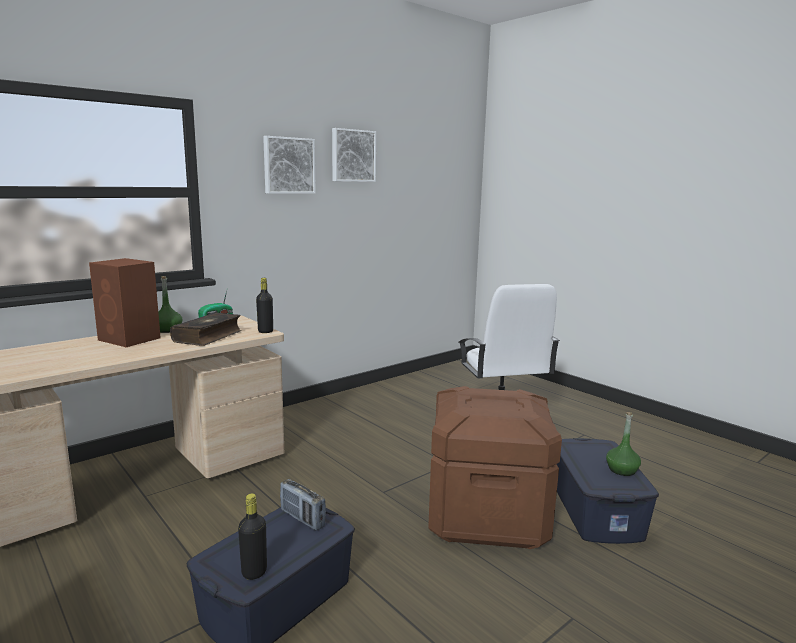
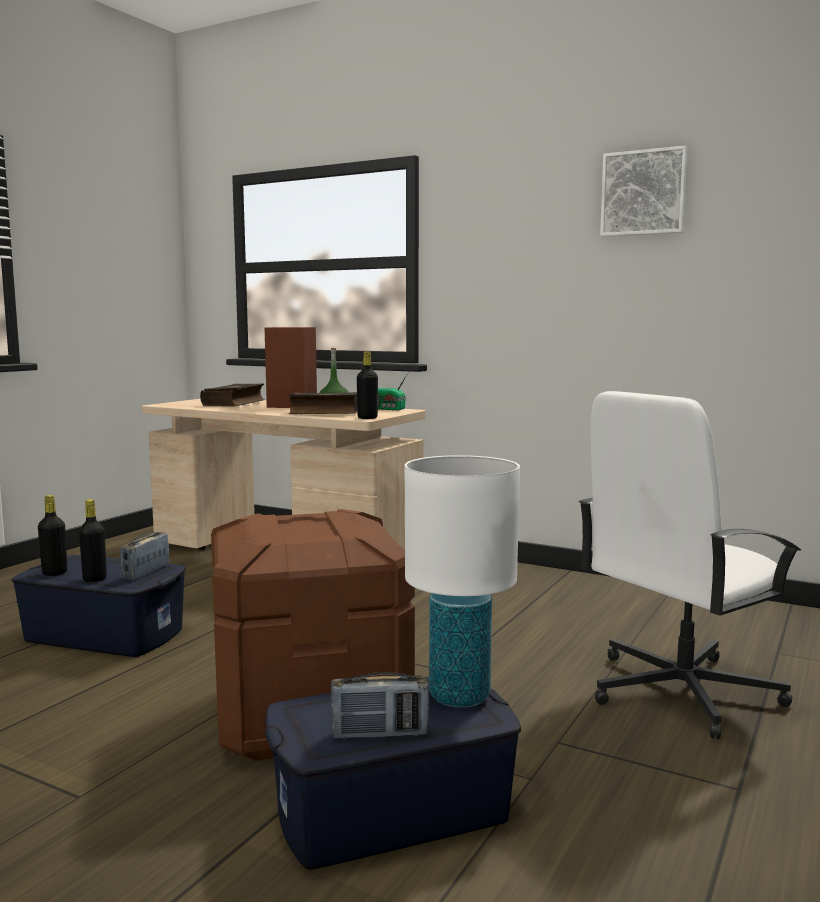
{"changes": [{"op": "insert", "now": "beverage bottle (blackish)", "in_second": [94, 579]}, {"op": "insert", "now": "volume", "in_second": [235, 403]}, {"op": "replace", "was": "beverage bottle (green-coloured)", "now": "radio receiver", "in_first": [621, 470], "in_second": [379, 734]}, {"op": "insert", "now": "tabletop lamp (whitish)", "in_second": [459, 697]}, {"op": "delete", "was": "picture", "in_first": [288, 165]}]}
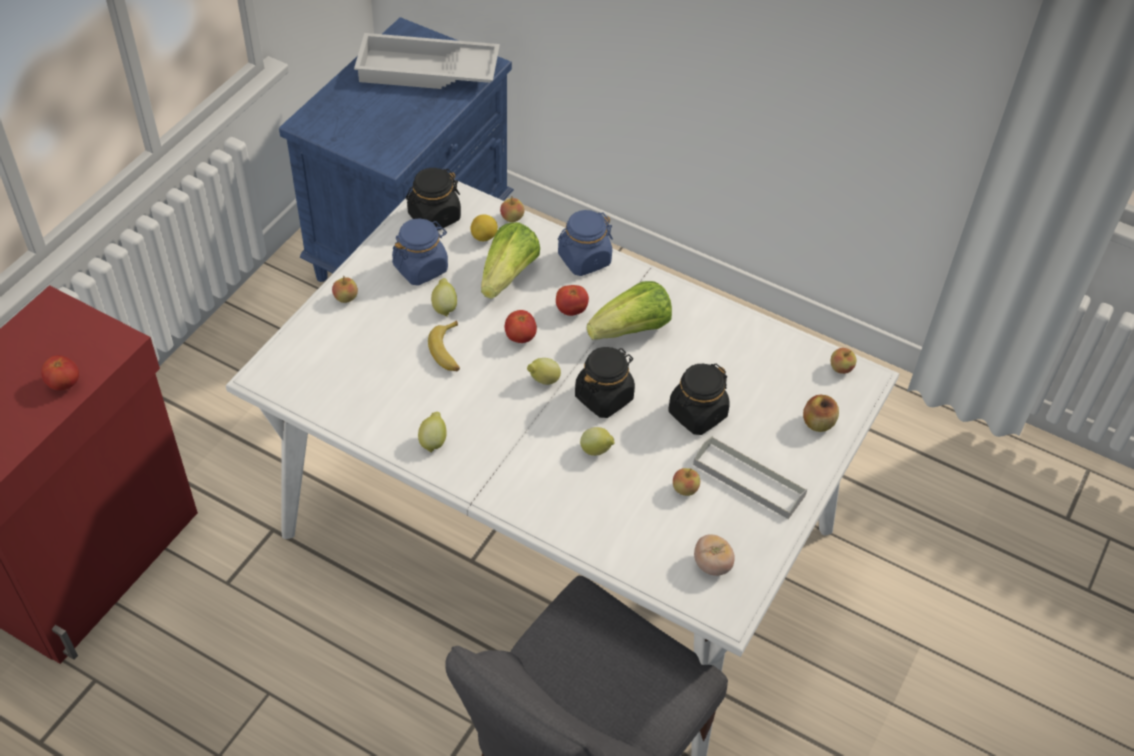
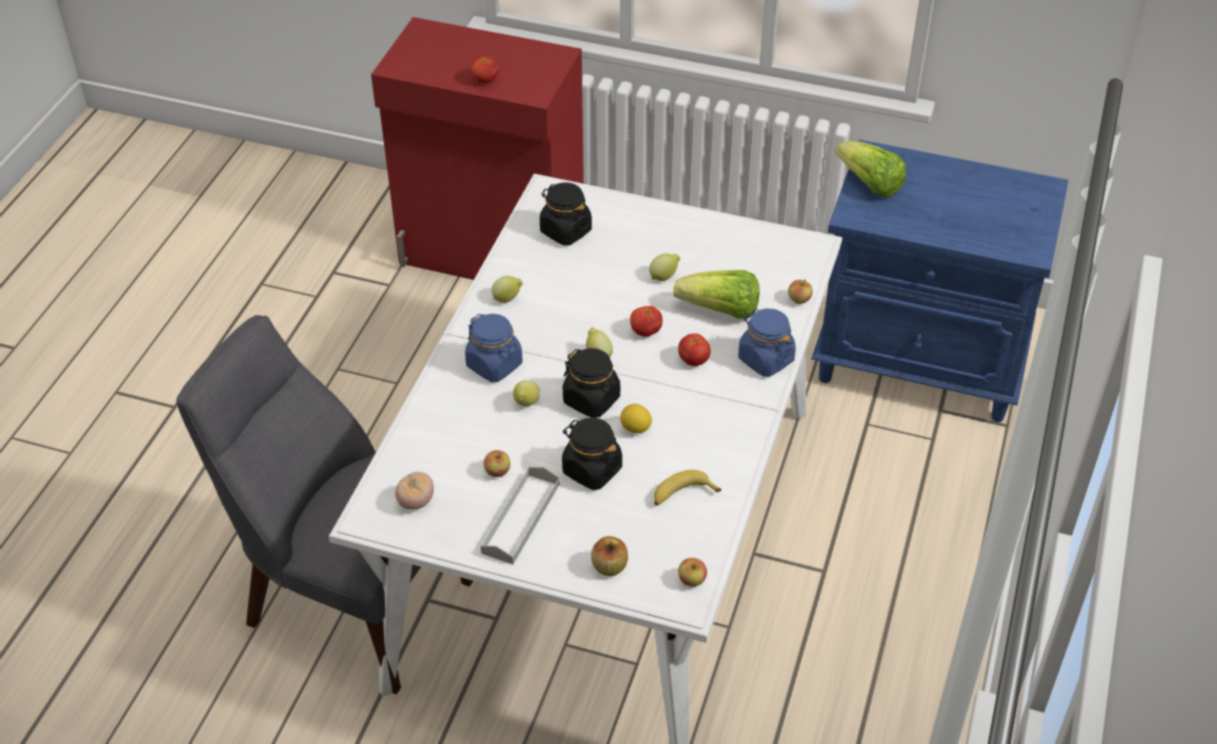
{"changes": [{"op": "move", "was": "jar (blue-coloured)", "in_first": [421, 268], "in_second": [494, 365]}, {"op": "move", "was": "jar (blackish)", "in_first": [434, 217], "in_second": [565, 231]}, {"op": "move", "was": "whole lemon", "in_first": [484, 237], "in_second": [635, 428]}, {"op": "move", "was": "whole banana", "in_first": [448, 352], "in_second": [682, 495]}, {"op": "move", "was": "lettuce head", "in_first": [632, 330], "in_second": [869, 184]}, {"op": "delete", "was": "whole apple", "in_first": [345, 298]}, {"op": "delete", "was": "tray (whitish)", "in_first": [426, 72]}]}
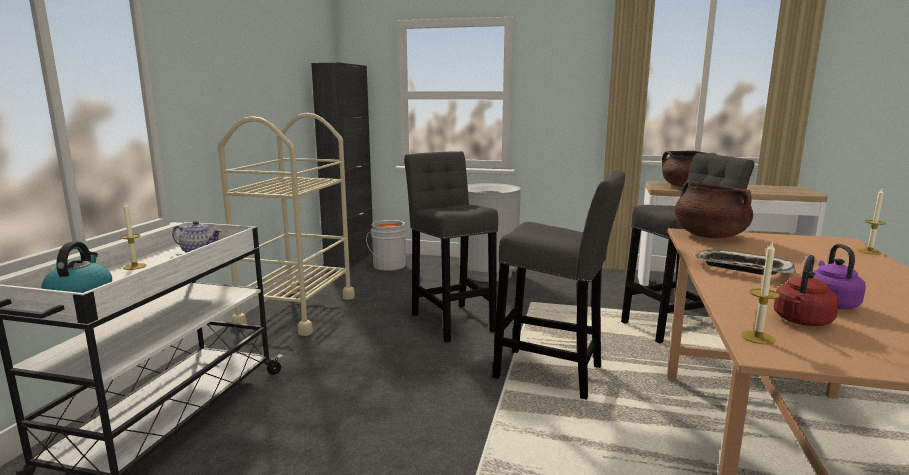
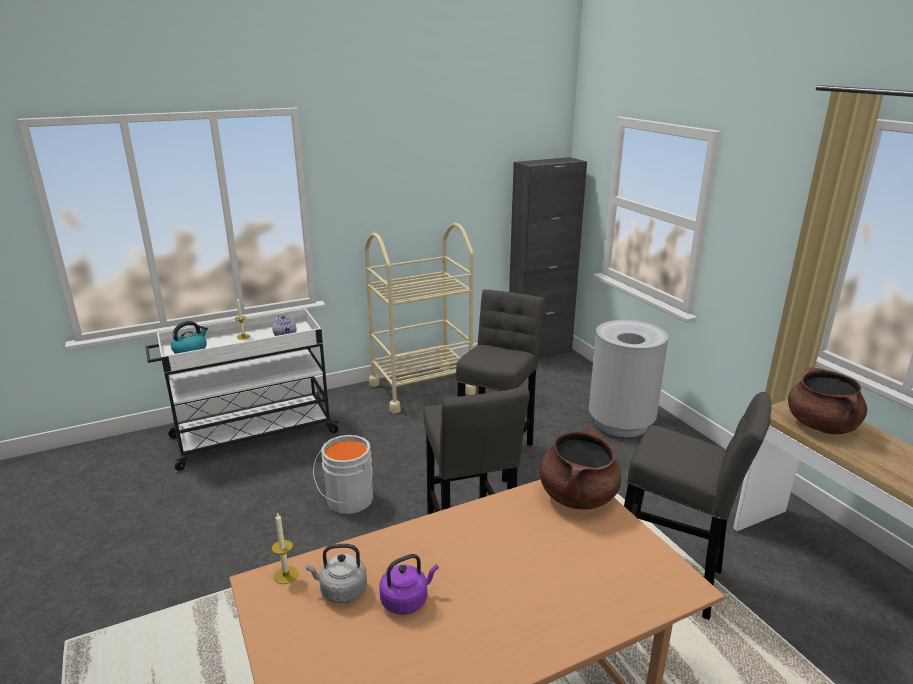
{"changes": [{"op": "recolor", "was": "kettle (reddish)", "now": "kettle (gray)", "in_first": [801, 321], "in_second": [341, 591]}, {"op": "move", "was": "bucket (gray)", "in_first": [390, 266], "in_second": [348, 501]}, {"op": "delete", "was": "tray", "in_first": [741, 268]}, {"op": "delete", "was": "wax candle", "in_first": [869, 251]}]}
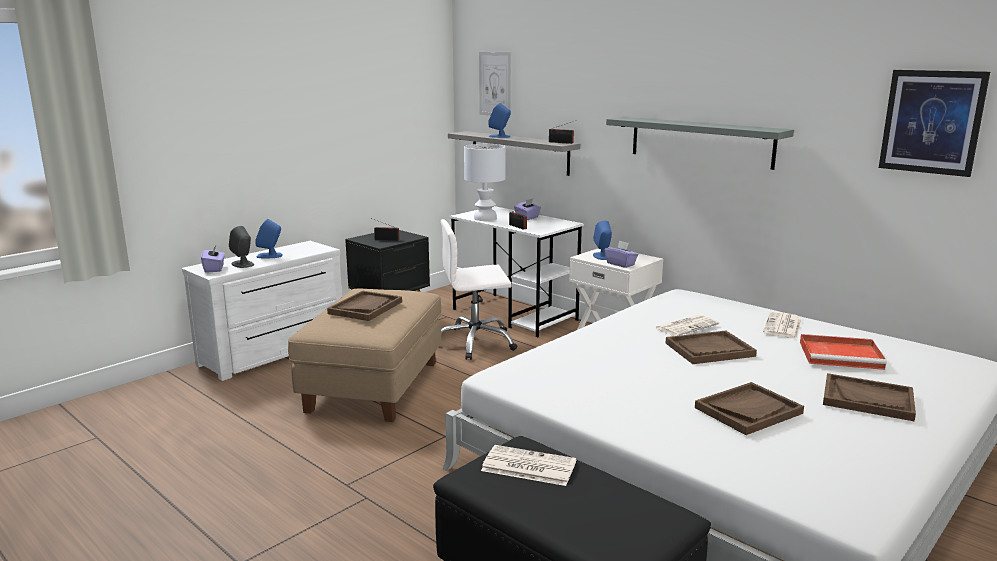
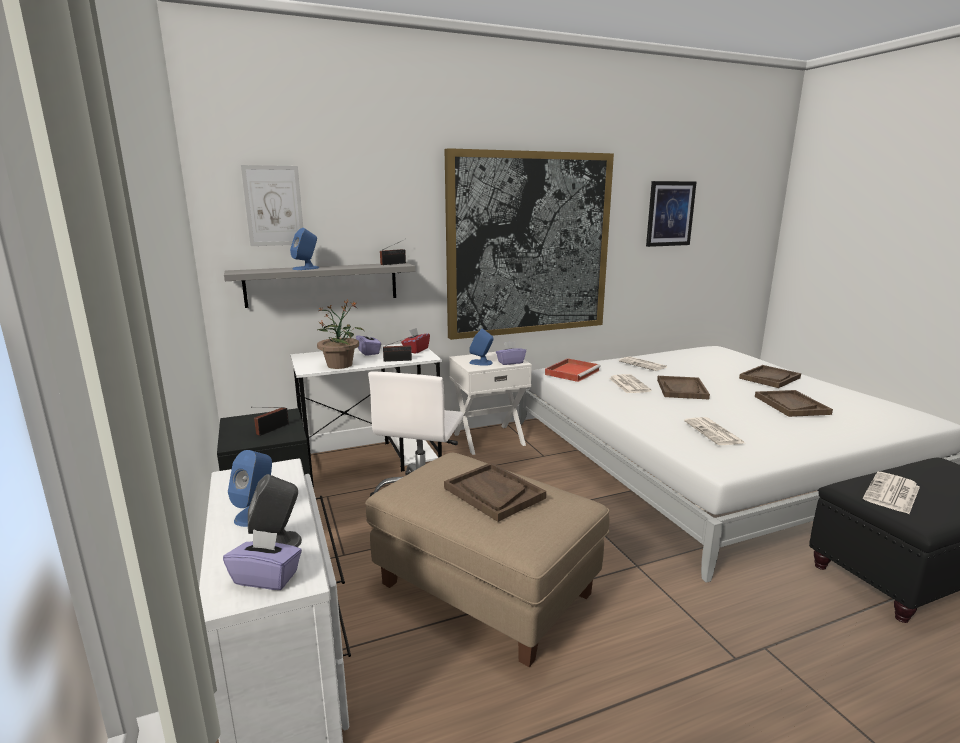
{"changes": [{"op": "replace", "was": "tabletop lamp (whitish)", "now": "potted plant", "in_first": [485, 218], "in_second": [340, 365]}, {"op": "insert", "now": "tissue holder (reddish)", "in_second": [416, 350]}, {"op": "replace", "was": "bracket shelf (gray)", "now": "picture", "in_first": [700, 142], "in_second": [528, 245]}, {"op": "move", "was": "tray (reddish)", "in_first": [842, 355], "in_second": [572, 372]}, {"op": "insert", "now": "newspaper", "in_second": [714, 432]}]}
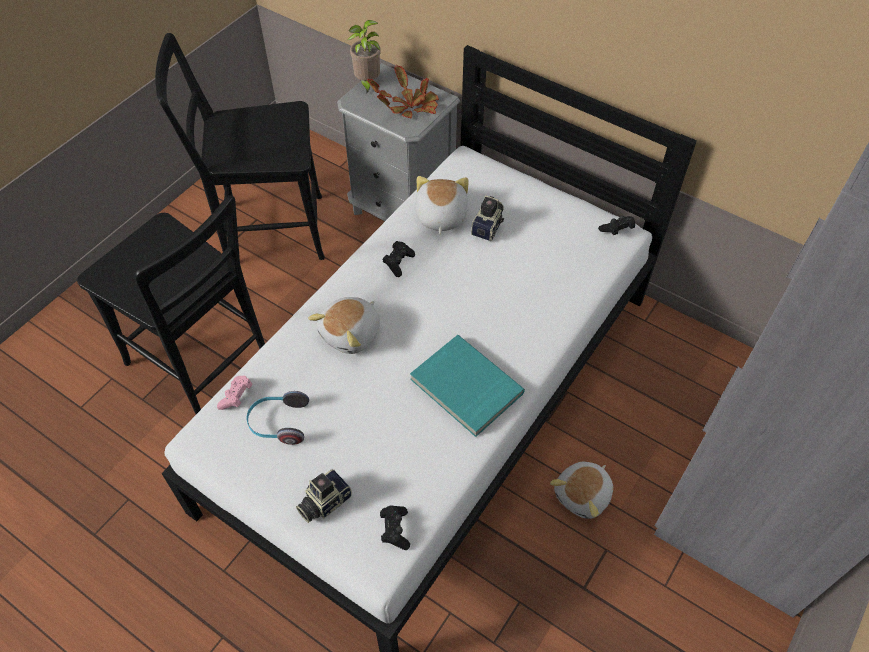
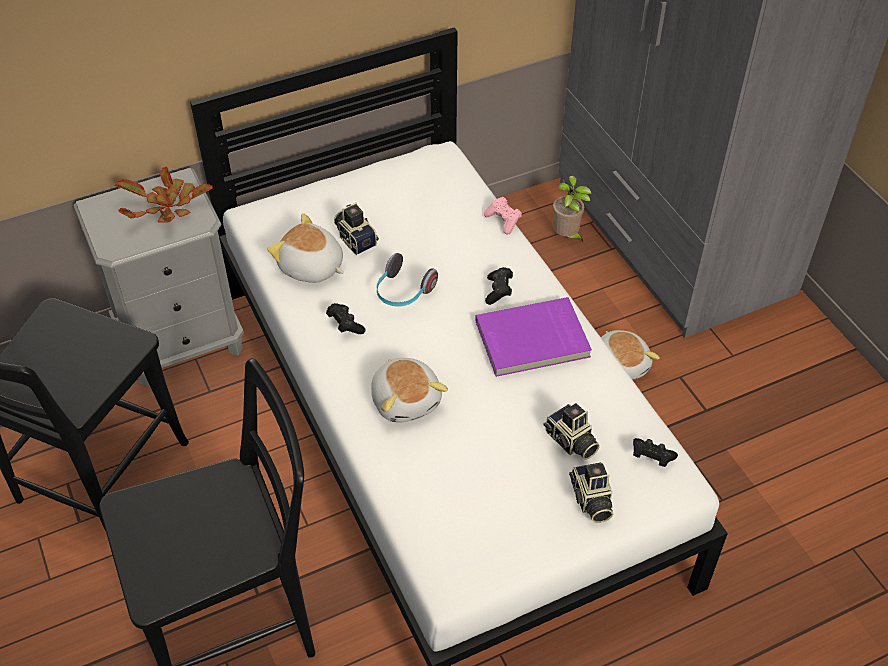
{"changes": [{"op": "move", "was": "headphones", "in_first": [278, 423], "in_second": [403, 292]}, {"op": "recolor", "was": "volume (blue-green)", "now": "volume (purple)", "in_first": [465, 387], "in_second": [532, 341]}, {"op": "move", "was": "joypad (pink-coloured)", "in_first": [236, 397], "in_second": [503, 221]}, {"op": "move", "was": "joypad (blackish)", "in_first": [616, 230], "in_second": [498, 291]}, {"op": "insert", "now": "still camera", "in_second": [571, 442]}, {"op": "move", "was": "potted plant", "in_first": [367, 83], "in_second": [567, 236]}]}
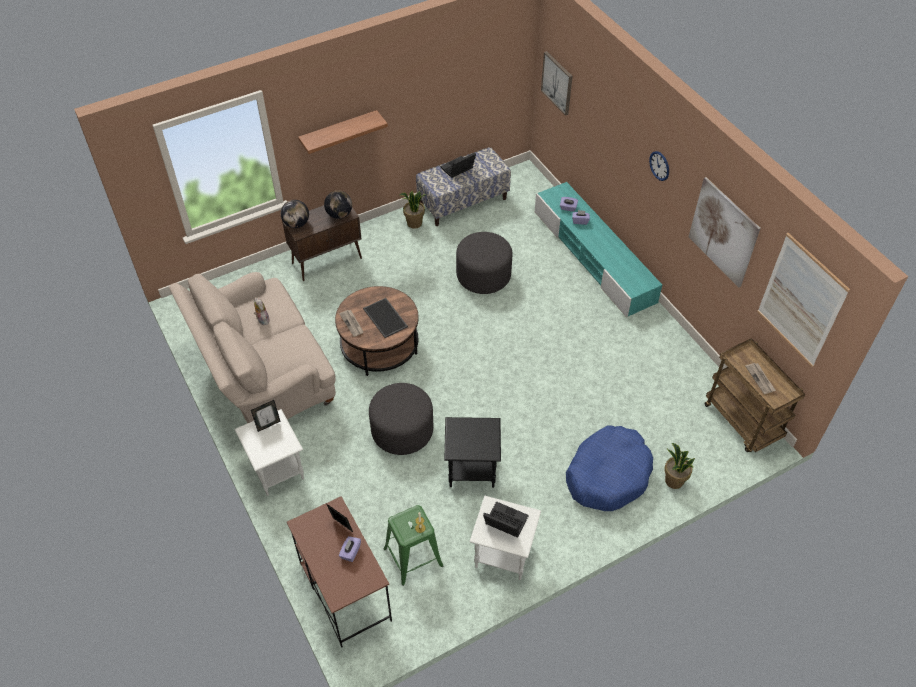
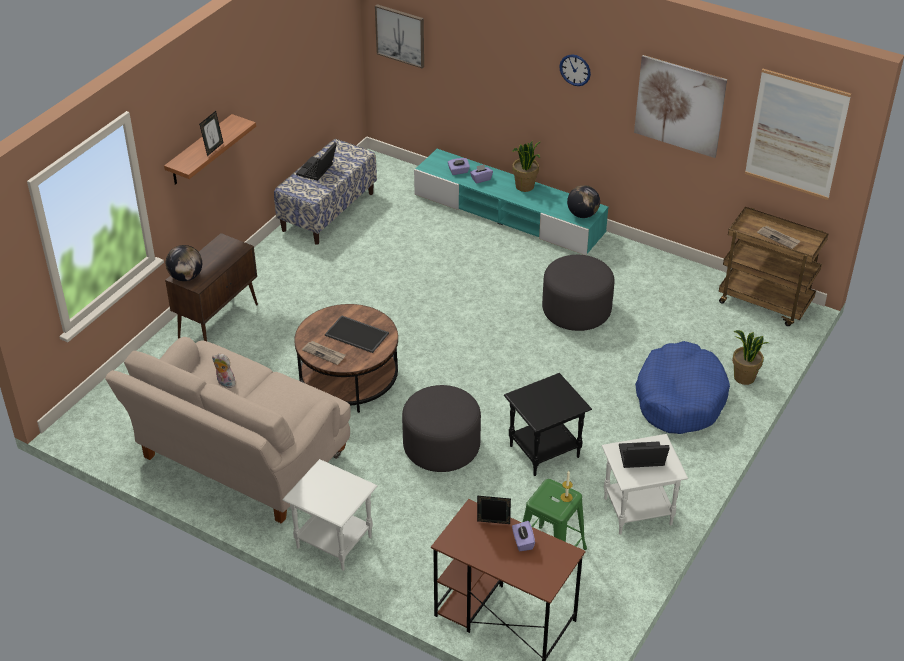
{"changes": [{"op": "move", "was": "standing frame", "in_first": [268, 425], "in_second": [213, 148]}, {"op": "move", "was": "potted plant", "in_first": [414, 223], "in_second": [525, 186]}, {"op": "move", "was": "footrest (gray)", "in_first": [483, 276], "in_second": [576, 311]}, {"op": "move", "was": "desk globe", "in_first": [339, 215], "in_second": [582, 215]}]}
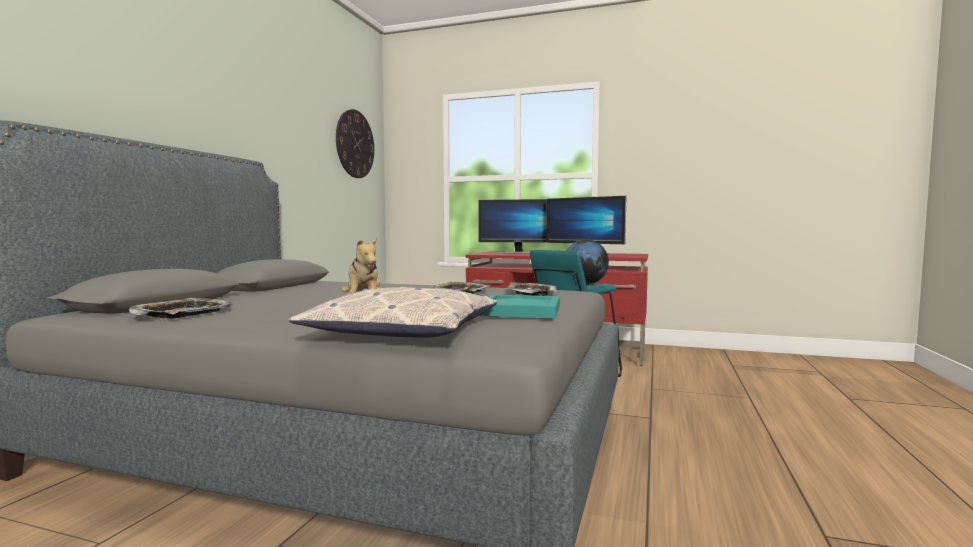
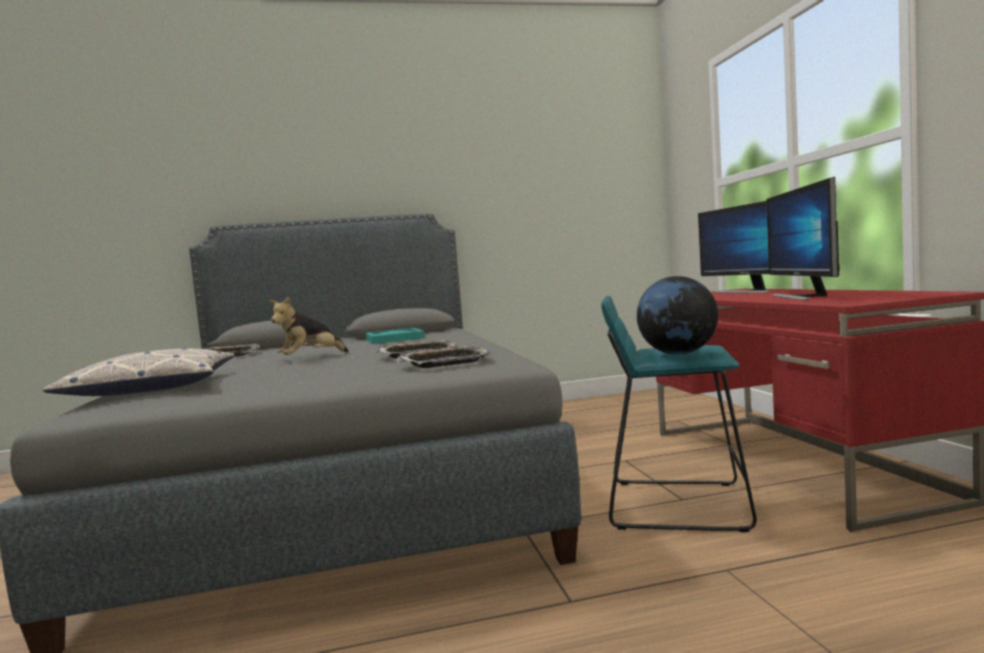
{"changes": [{"op": "move", "was": "tray (blue-green)", "in_first": [521, 310], "in_second": [393, 339]}, {"op": "delete", "was": "wall clock", "in_first": [355, 144]}]}
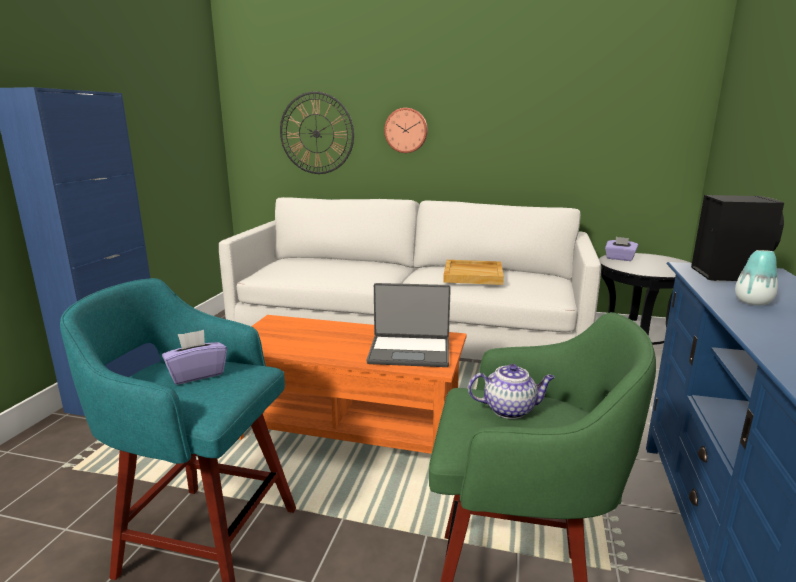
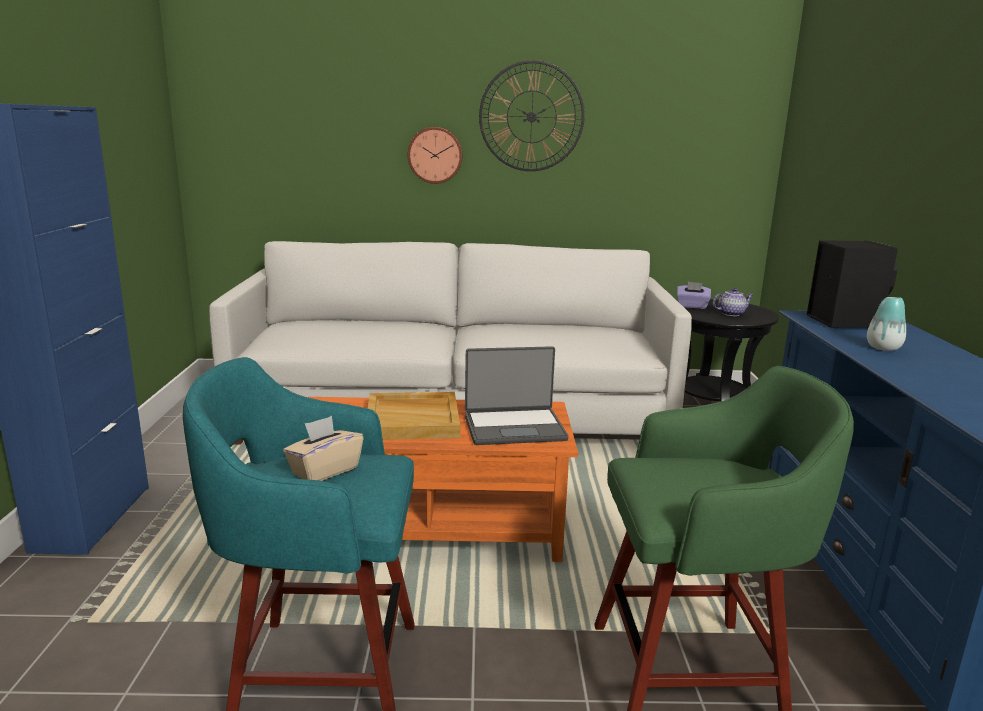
{"changes": [{"op": "recolor", "was": "tissue holder (purple)", "now": "tissue holder (beige)", "in_first": [197, 374], "in_second": [324, 470]}, {"op": "move", "was": "tray (beige)", "in_first": [473, 275], "in_second": [413, 419]}, {"op": "move", "was": "wall clock", "in_first": [316, 133], "in_second": [531, 117]}, {"op": "move", "was": "tea pot", "in_first": [510, 409], "in_second": [731, 313]}]}
